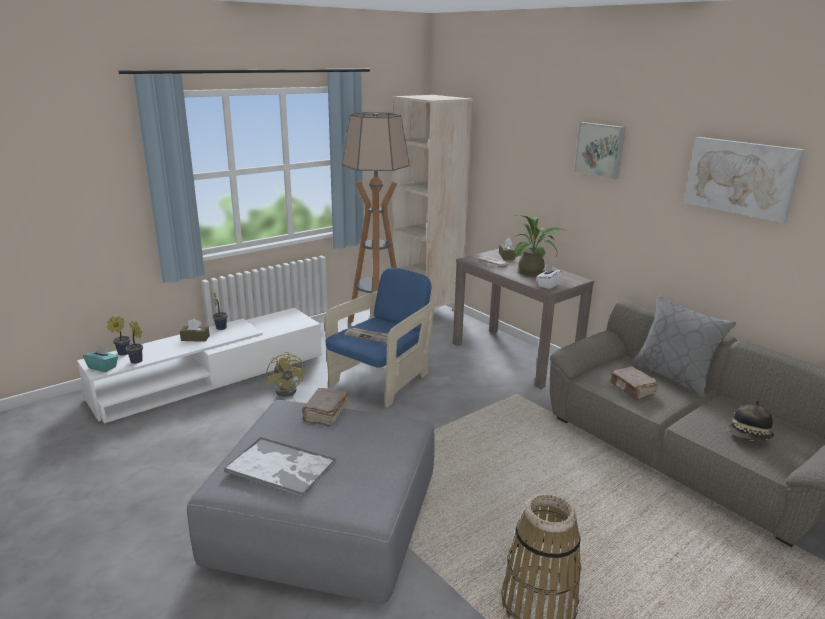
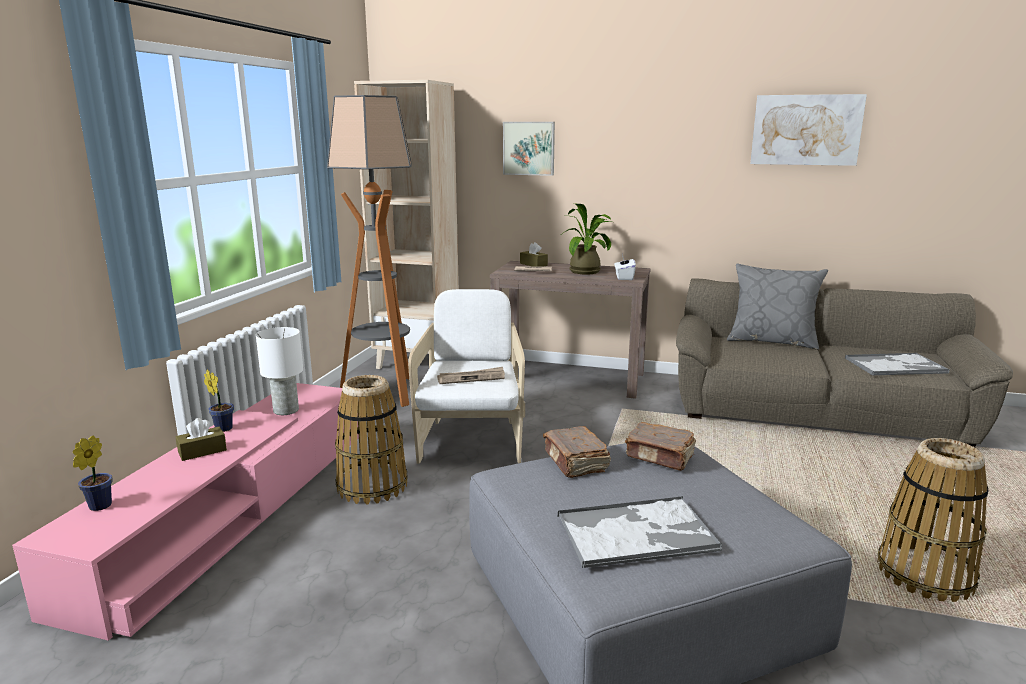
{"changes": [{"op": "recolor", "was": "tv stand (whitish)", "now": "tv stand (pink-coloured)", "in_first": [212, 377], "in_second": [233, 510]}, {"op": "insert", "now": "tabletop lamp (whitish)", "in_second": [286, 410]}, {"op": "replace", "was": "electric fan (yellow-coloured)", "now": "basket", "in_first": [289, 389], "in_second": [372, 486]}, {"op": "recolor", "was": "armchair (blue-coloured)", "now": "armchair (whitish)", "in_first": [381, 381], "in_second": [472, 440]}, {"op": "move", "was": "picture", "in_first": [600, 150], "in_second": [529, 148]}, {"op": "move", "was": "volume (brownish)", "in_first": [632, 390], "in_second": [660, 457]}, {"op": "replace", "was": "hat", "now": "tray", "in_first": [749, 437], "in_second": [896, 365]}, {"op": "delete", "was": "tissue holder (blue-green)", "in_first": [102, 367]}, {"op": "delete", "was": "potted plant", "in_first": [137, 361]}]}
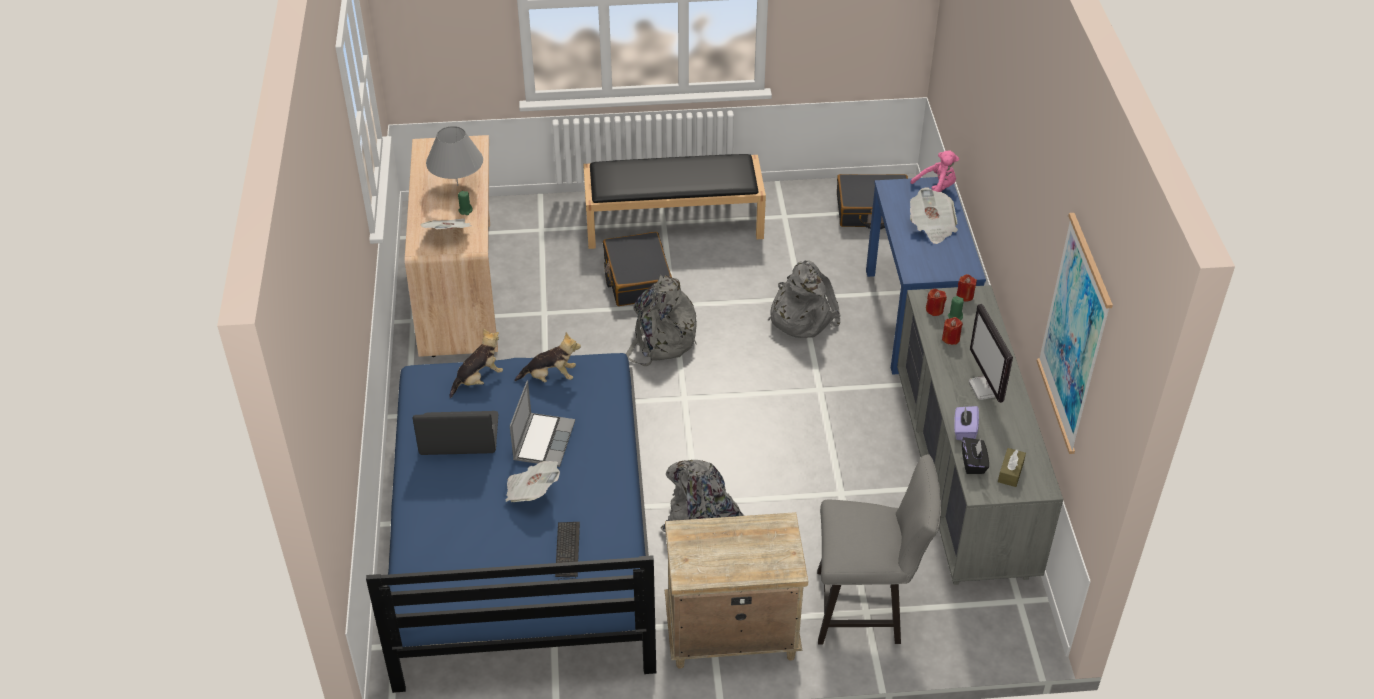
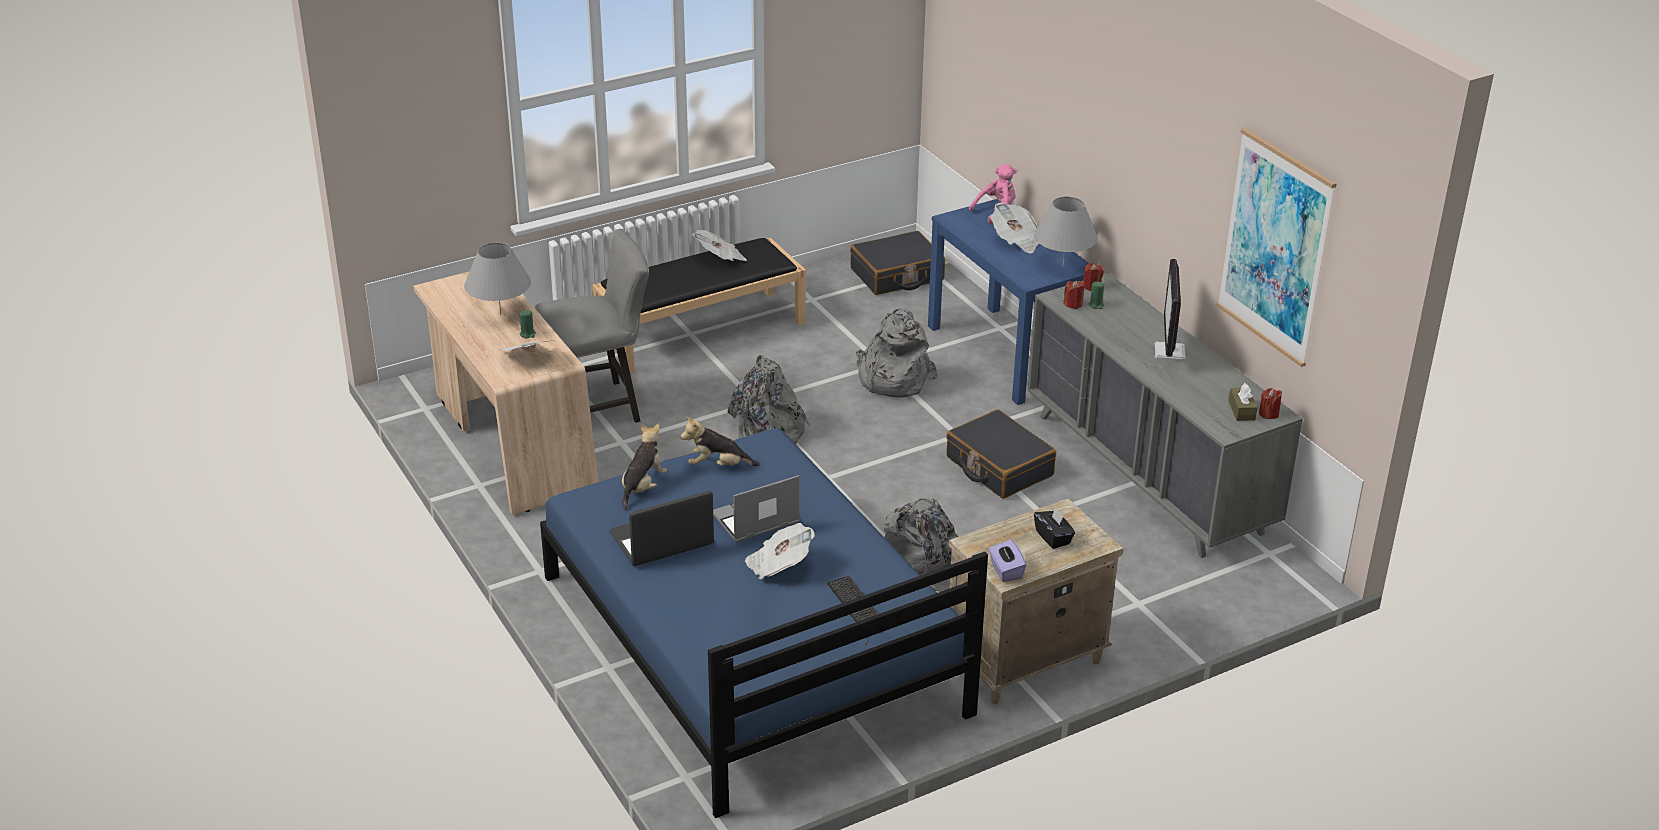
{"changes": [{"op": "move", "was": "upright chair (gray)", "in_first": [866, 609], "in_second": [600, 407]}, {"op": "rotate", "was": "cuddly toy", "in_first": [550, 377], "in_second": [718, 466], "clockwise": -150}, {"op": "insert", "now": "newspaper", "in_second": [720, 258]}, {"op": "rotate", "was": "laptop", "in_first": [543, 440], "in_second": [755, 520], "clockwise": -105}, {"op": "move", "was": "suitcase (blackish)", "in_first": [637, 278], "in_second": [998, 467]}, {"op": "move", "was": "tissue holder (purple)", "in_first": [964, 430], "in_second": [1005, 571]}, {"op": "insert", "now": "tabletop lamp (gray)", "in_second": [1063, 266]}, {"op": "move", "was": "tissue holder (blackish)", "in_first": [973, 463], "in_second": [1053, 537]}, {"op": "rotate", "was": "monitor", "in_first": [987, 388], "in_second": [1169, 352], "clockwise": 45}, {"op": "move", "was": "wax candle (reddish)", "in_first": [951, 338], "in_second": [1268, 414]}]}
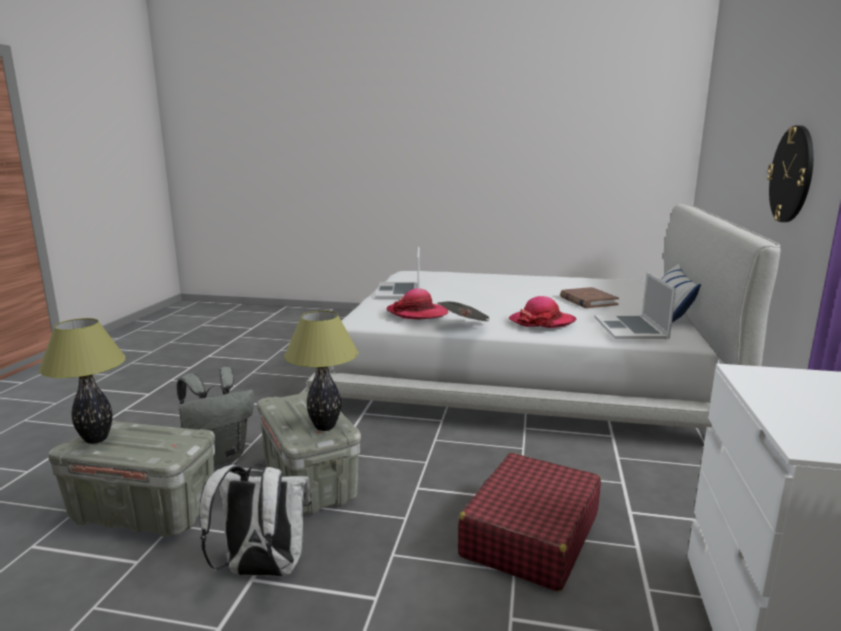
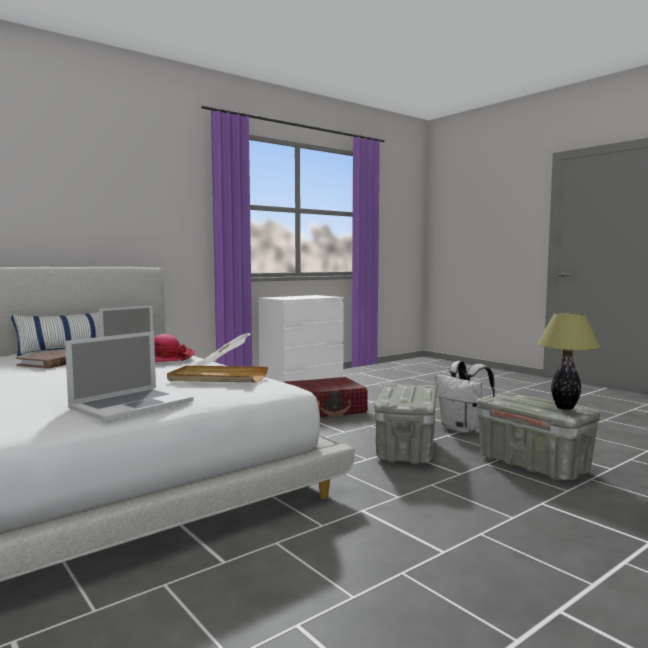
{"changes": [{"op": "replace", "was": "hat", "now": "tray (beige)", "in_first": [417, 313], "in_second": [217, 378]}, {"op": "delete", "was": "knapsack (gray)", "in_first": [218, 457]}, {"op": "delete", "was": "tabletop lamp", "in_first": [325, 426]}, {"op": "delete", "was": "wall clock", "in_first": [792, 174]}]}
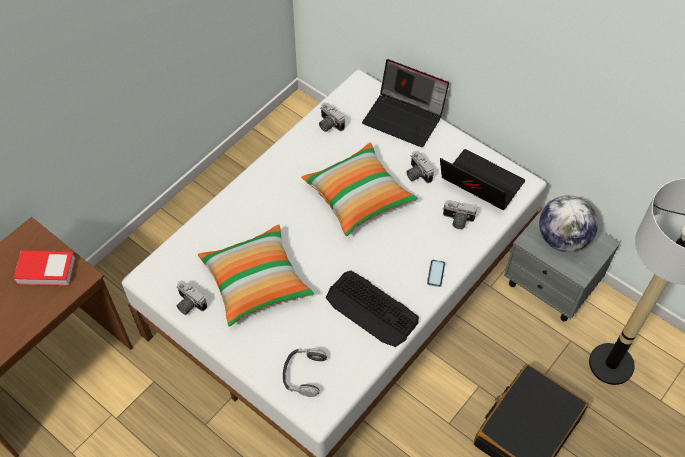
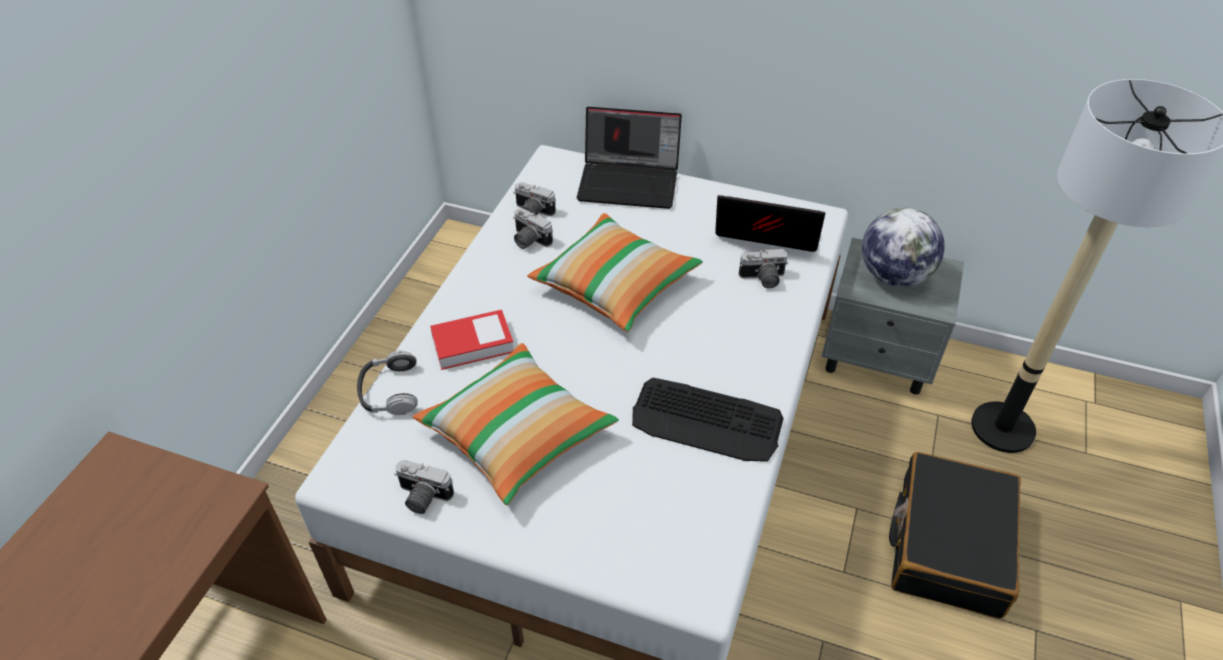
{"changes": [{"op": "move", "was": "headphones", "in_first": [303, 374], "in_second": [389, 391]}, {"op": "move", "was": "volume", "in_first": [46, 270], "in_second": [472, 344]}, {"op": "move", "was": "still camera", "in_first": [416, 174], "in_second": [528, 240]}, {"op": "delete", "was": "telephone", "in_first": [436, 273]}]}
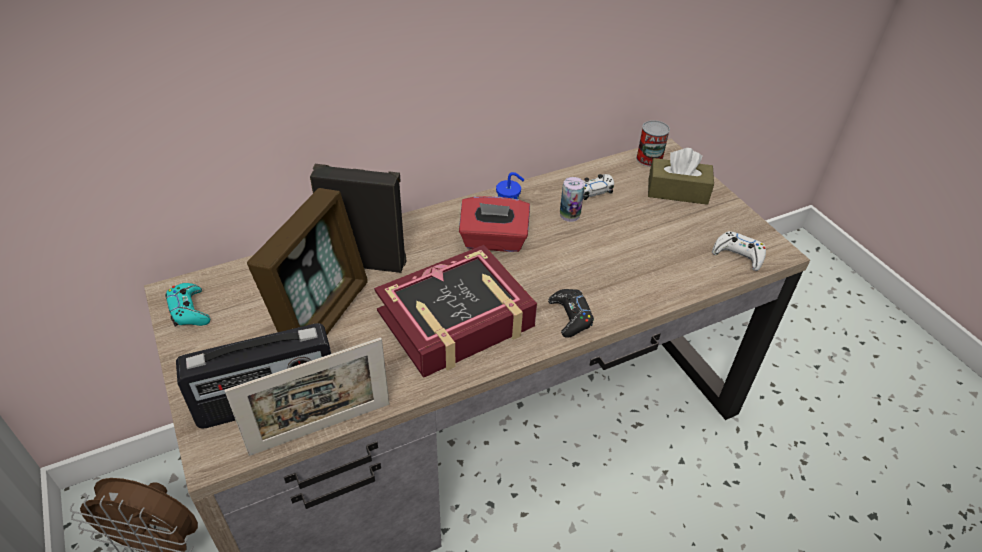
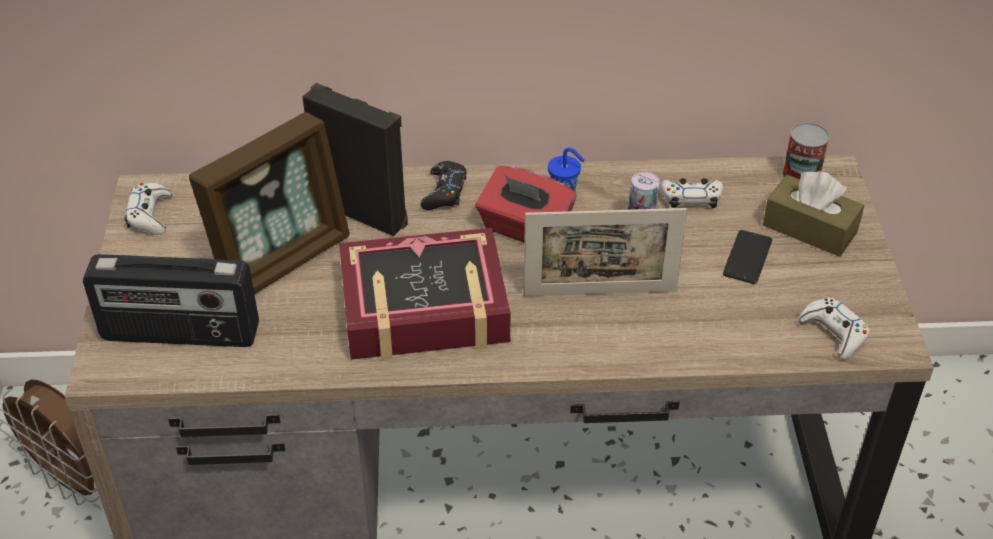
{"changes": [{"op": "recolor", "was": "joypad (blue-green)", "now": "joypad (whitish)", "in_first": [189, 311], "in_second": [150, 215]}, {"op": "move", "was": "joypad (blackish)", "in_first": [570, 317], "in_second": [444, 192]}, {"op": "move", "was": "standing frame", "in_first": [321, 428], "in_second": [600, 293]}, {"op": "insert", "now": "telephone", "in_second": [747, 257]}]}
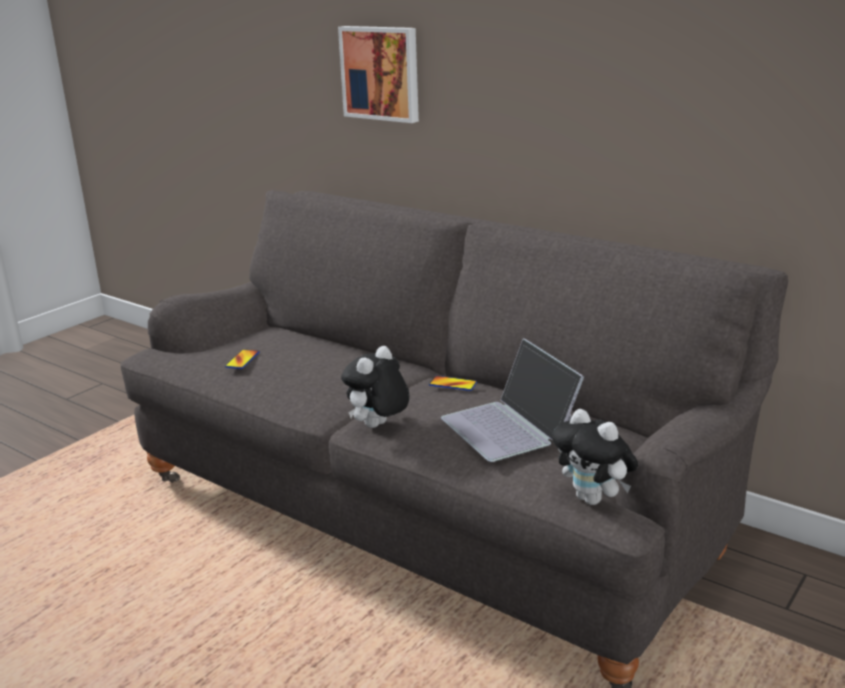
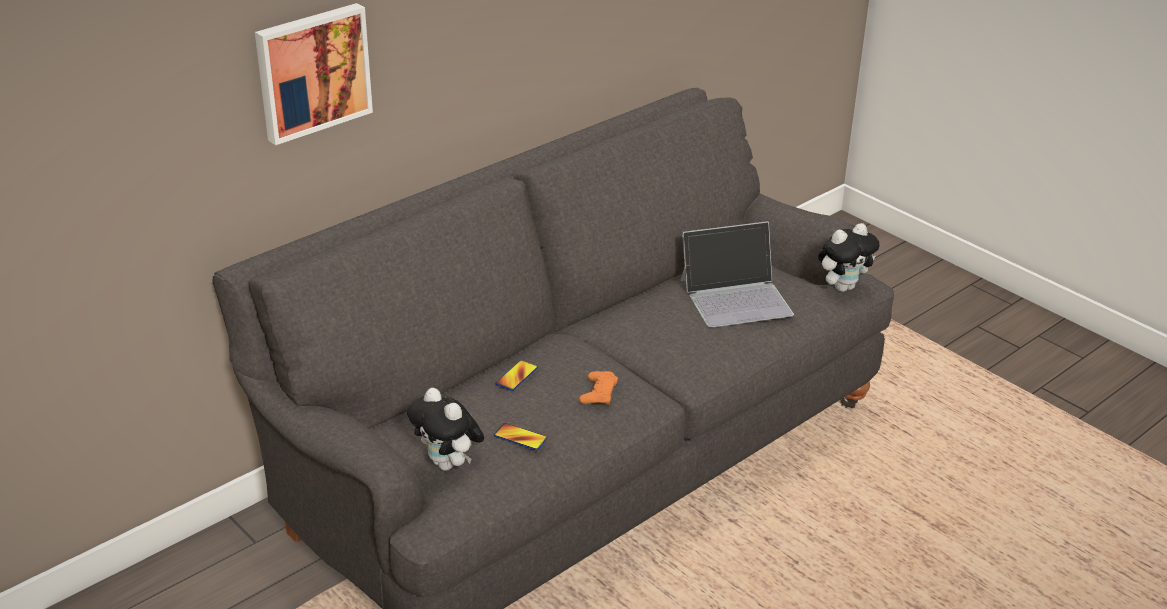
{"changes": [{"op": "move", "was": "cuddly toy", "in_first": [378, 427], "in_second": [448, 464]}, {"op": "move", "was": "telephone", "in_first": [452, 384], "in_second": [517, 376]}, {"op": "insert", "now": "joypad (orange)", "in_second": [598, 393]}]}
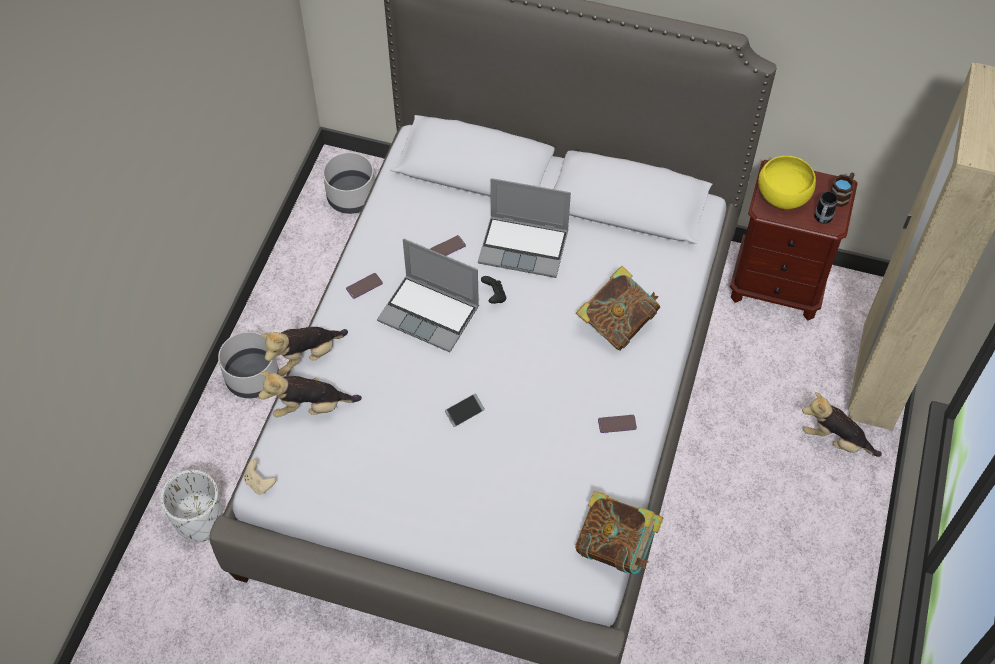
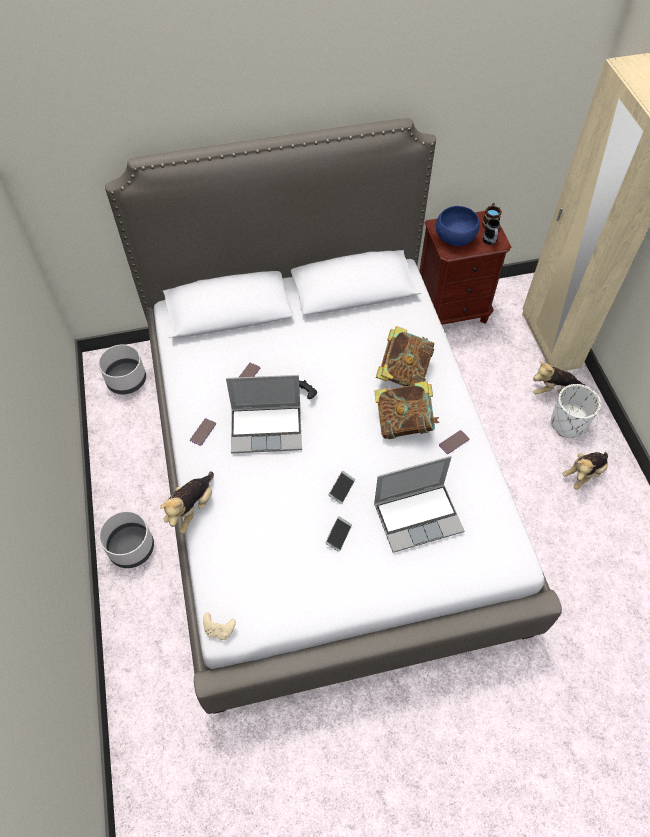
{"changes": [{"op": "insert", "now": "telephone", "in_second": [338, 535]}, {"op": "move", "was": "volume", "in_first": [616, 545], "in_second": [404, 422]}, {"op": "move", "was": "laptop", "in_first": [524, 247], "in_second": [418, 516]}, {"op": "recolor", "was": "deep dish (yellow-coloured)", "now": "deep dish (blue-coloured)", "in_first": [782, 195], "in_second": [455, 238]}, {"op": "move", "was": "flower pot (whitish)", "in_first": [200, 520], "in_second": [568, 424]}, {"op": "move", "was": "cuddly toy", "in_first": [310, 407], "in_second": [584, 474]}]}
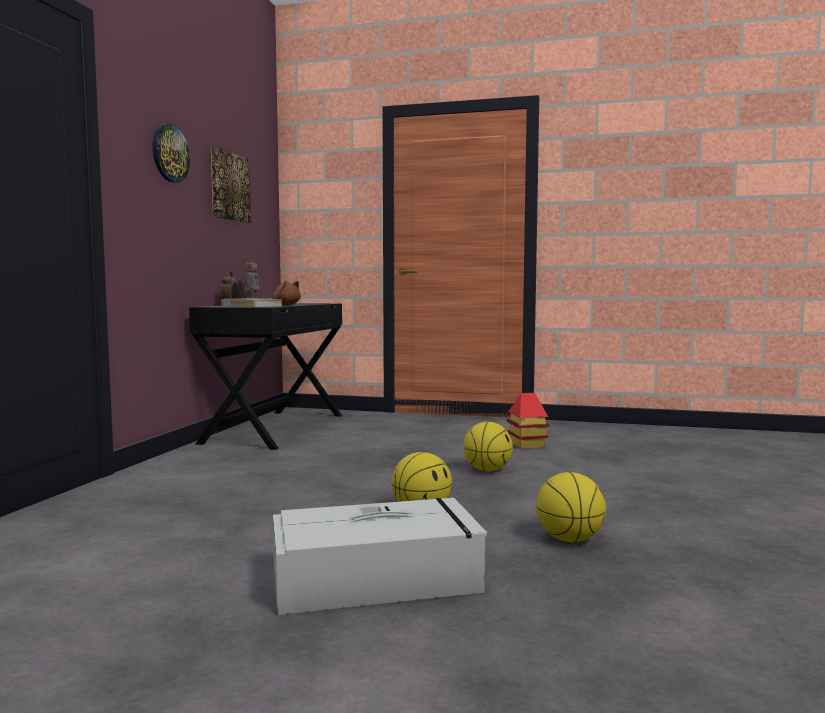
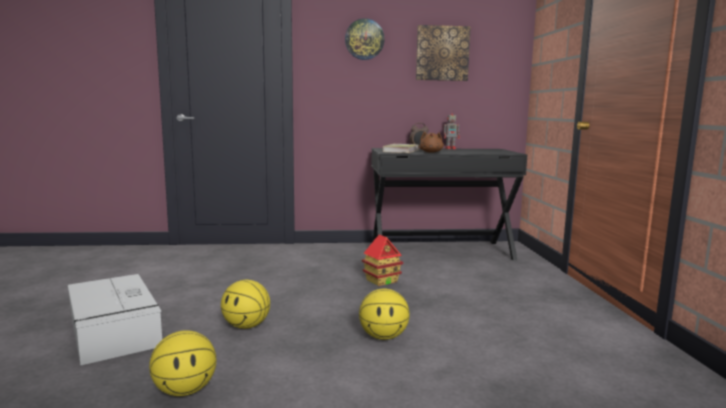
{"changes": [{"op": "move", "was": "miniature house", "in_first": [527, 445], "in_second": [381, 281]}]}
